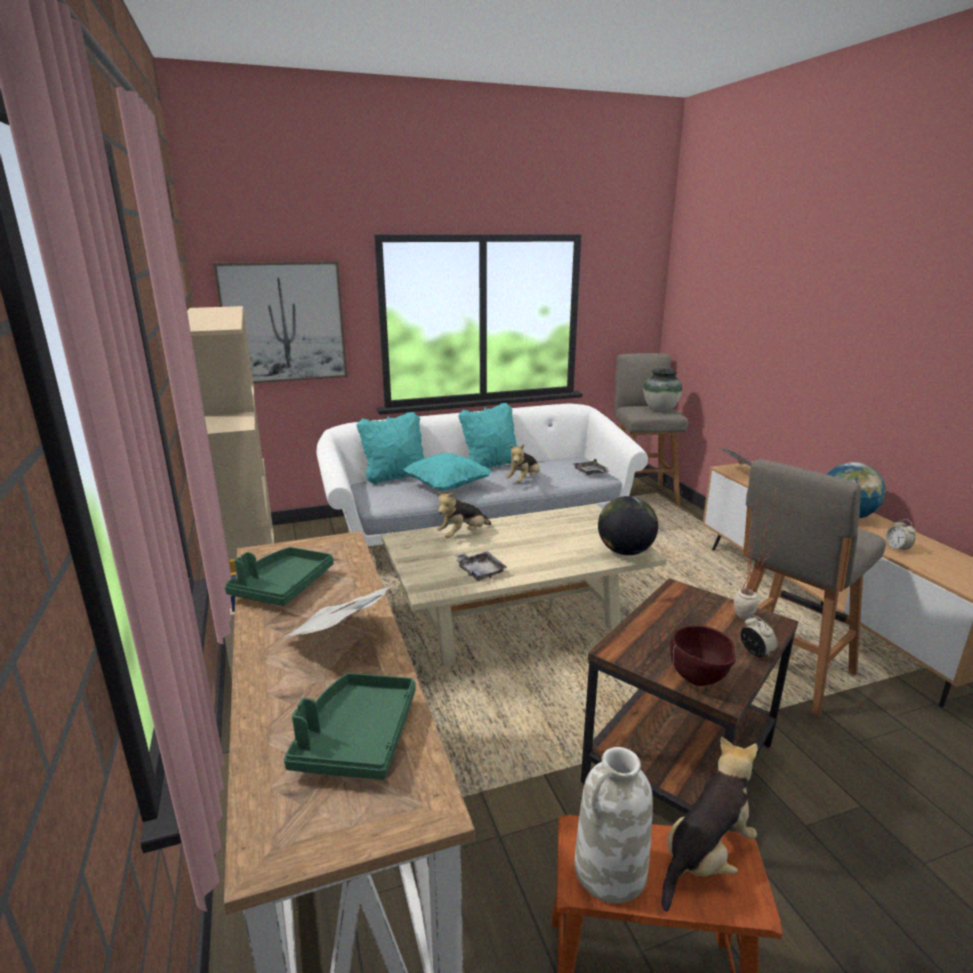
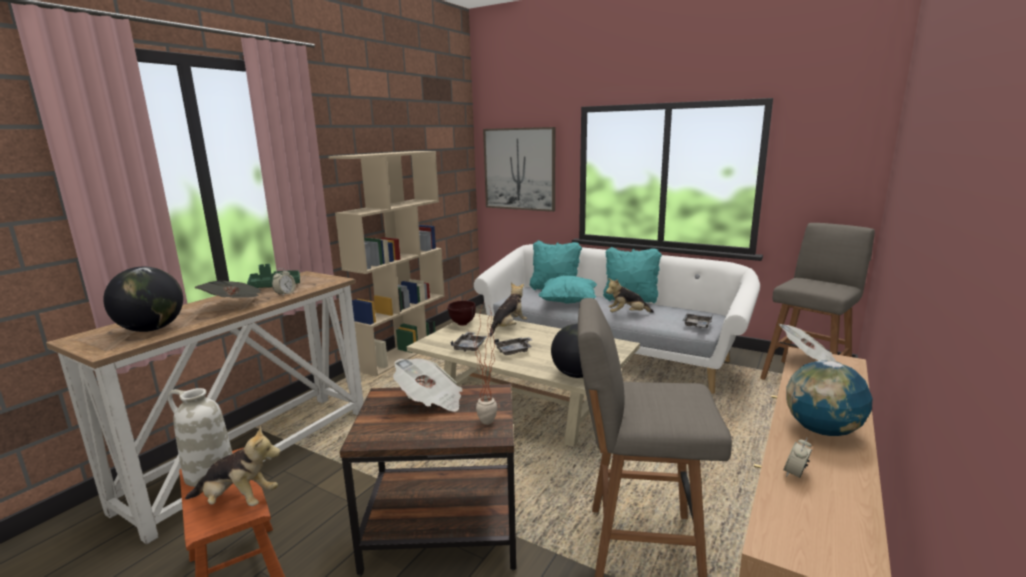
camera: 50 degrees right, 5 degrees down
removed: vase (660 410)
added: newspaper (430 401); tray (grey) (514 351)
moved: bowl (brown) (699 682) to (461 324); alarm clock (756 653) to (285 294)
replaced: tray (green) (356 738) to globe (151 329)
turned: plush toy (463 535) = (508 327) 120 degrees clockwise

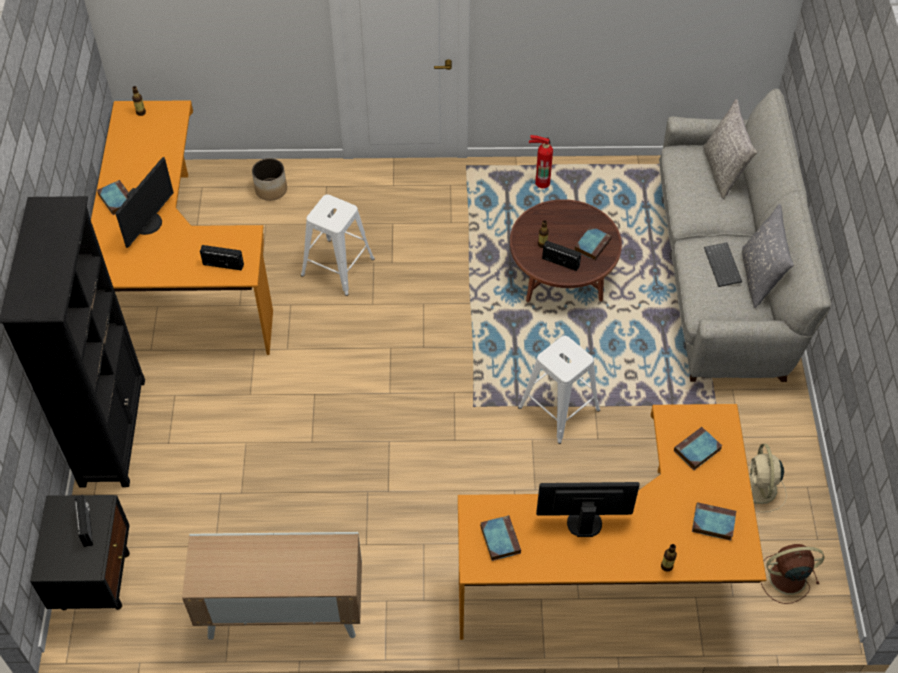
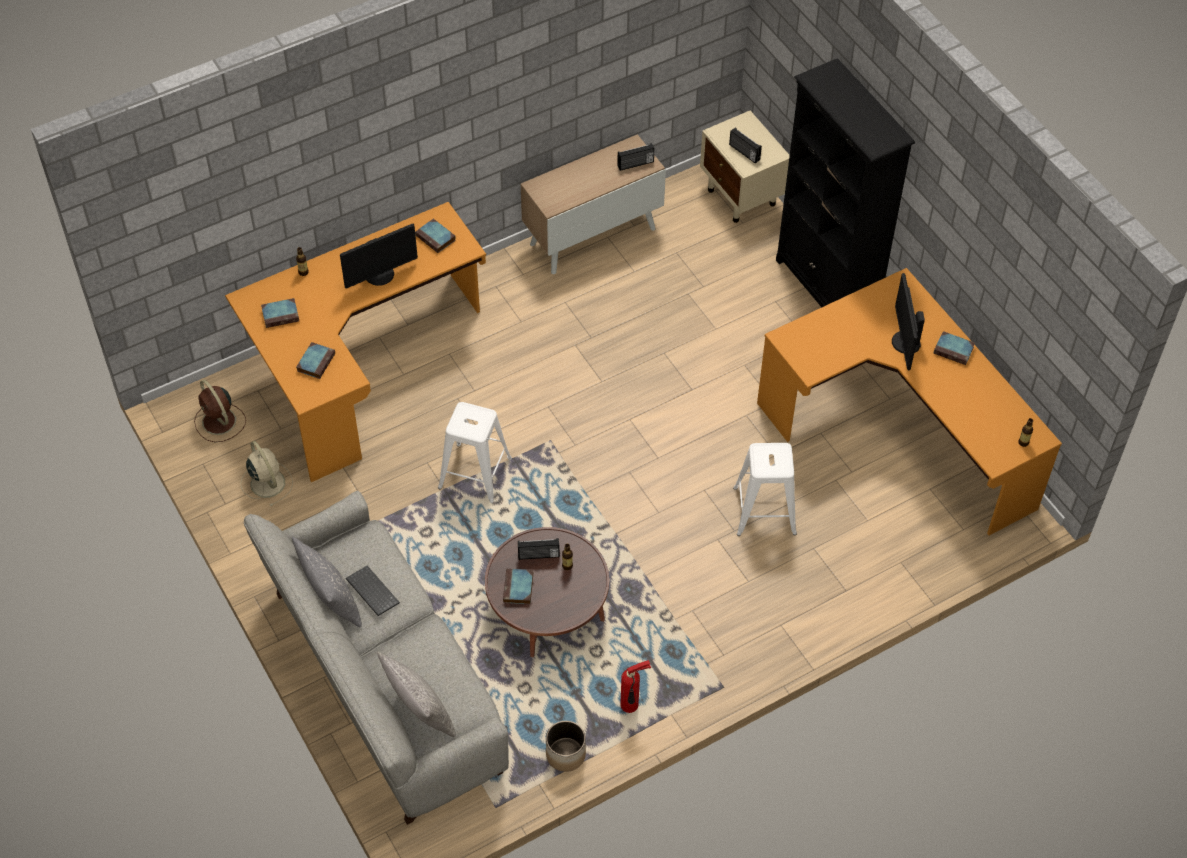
camera: 150 degrees right, 0 degrees up
moved: radio (223 264) to (635 164); planter (271 189) to (566 755)
recoloured: nightstand (black) (95 578) to nightstand (beige) (742 197)
turned: fan (brown) (785 577) = (220 422) 90 degrees clockwise

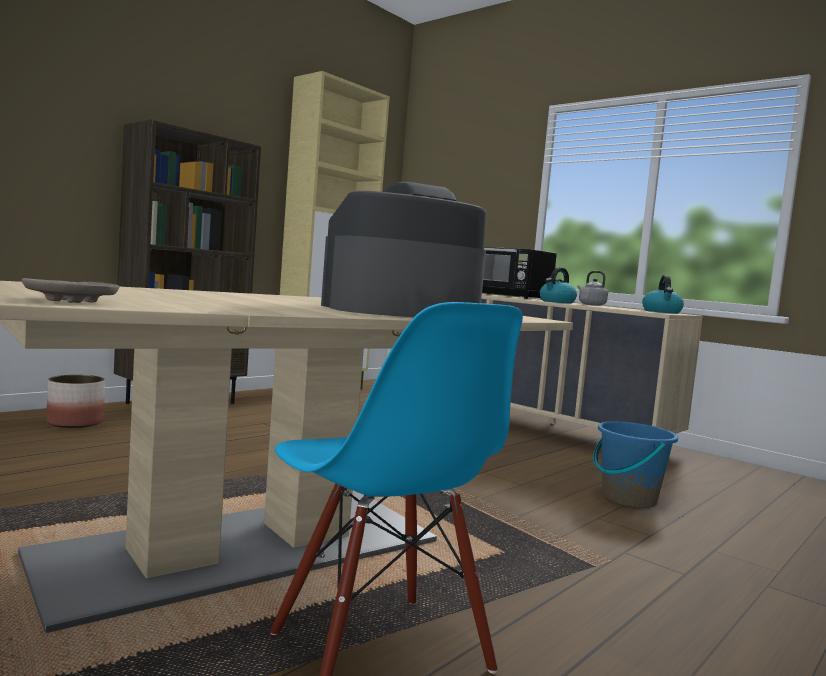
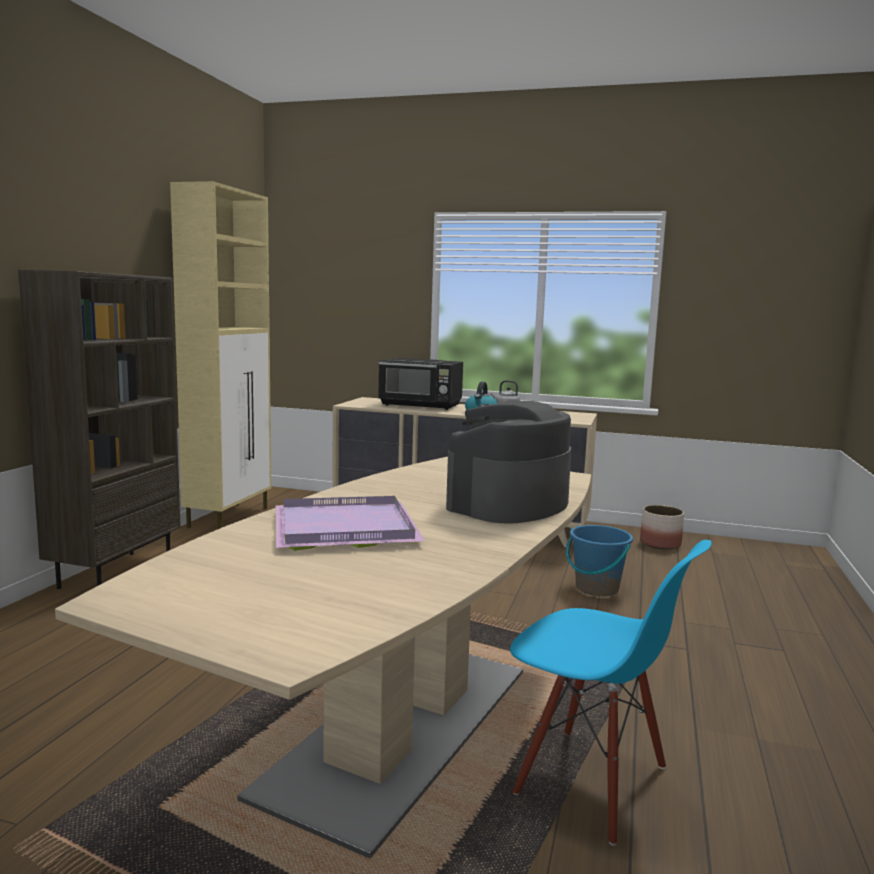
camera: 25 degrees left, 5 degrees up
removed: plate (beige) (71 301); kettle (662 312)
added: tray (purple) (347 527)
moved: planter (75 423) to (660 544)

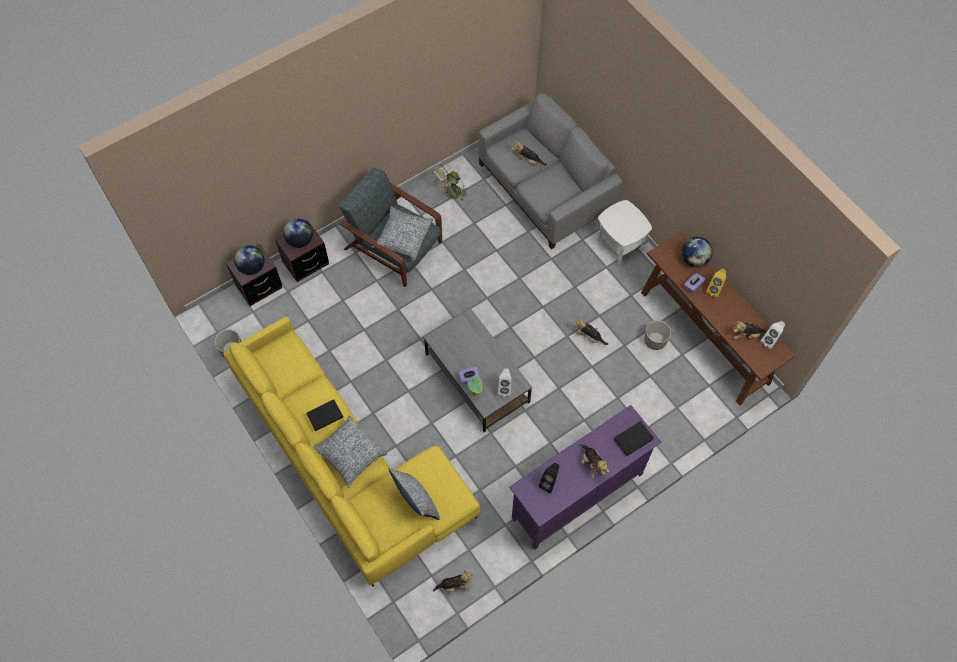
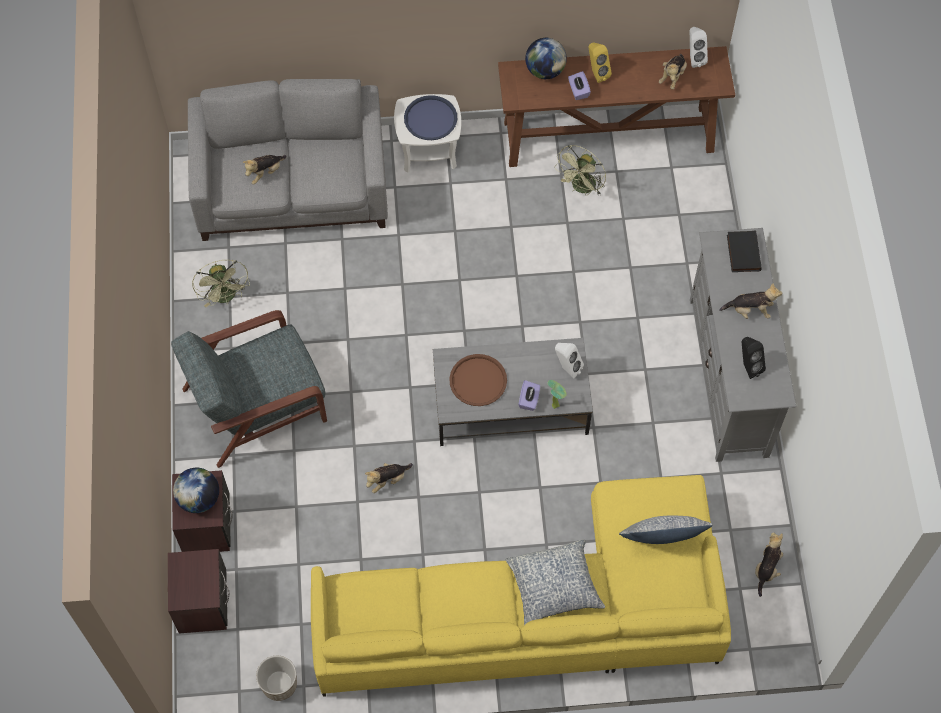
camera: 60 degrees left, 0 degrees up
removed: globe (252 267); book (black) (325 415); pillow (403 237)
added: tray (blue) (430 118); tray (brown) (478 380)
moved: plush toy (589 337) to (387 480)
replaced: planter (655 341) to fan (green) (581 188)
recoloured: tv stand (purple) (577 496) to tv stand (grey) (729 377)

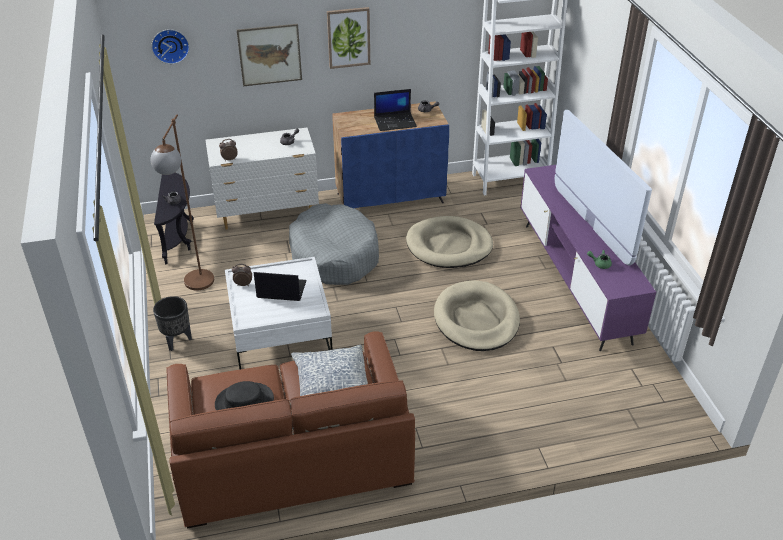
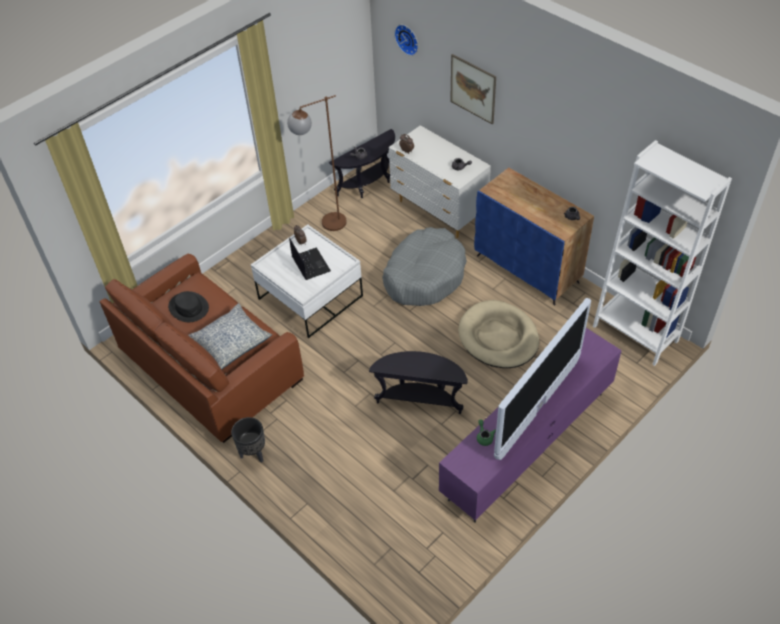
camera: 60 degrees right, 10 degrees up
removed: picture (348 37); laptop (395 122)
moved: planter (black) (177 341) to (253 454)
replaced: dog bed (beige) (476 319) to side table (black) (420 399)

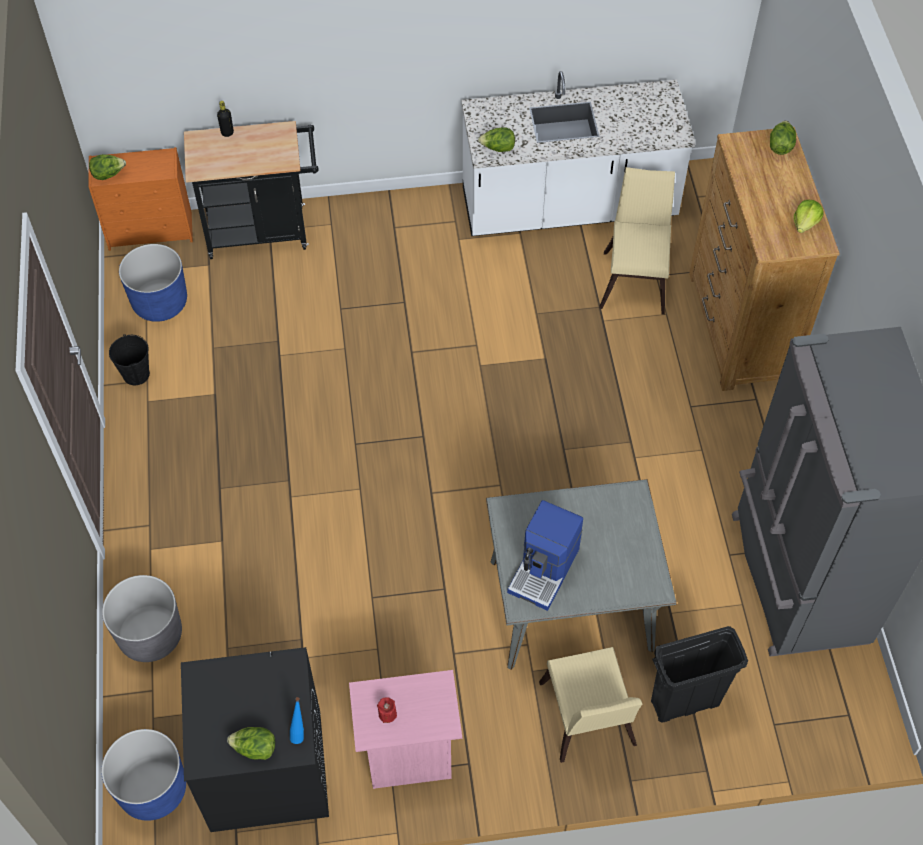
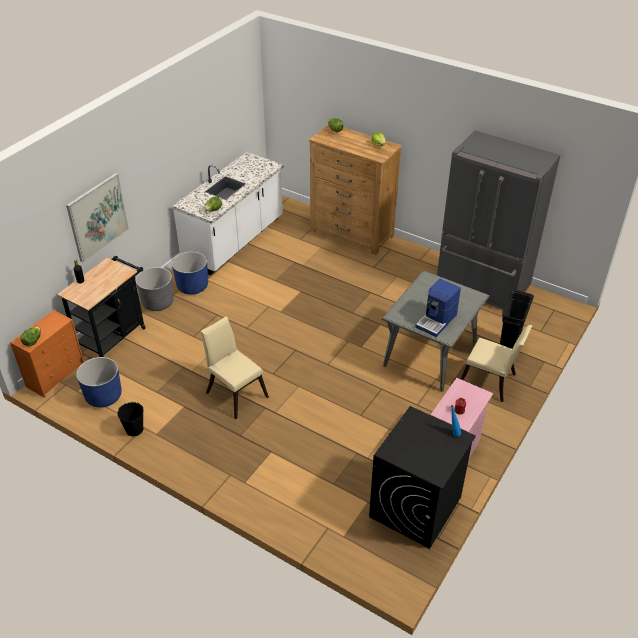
camera: 50 degrees left, 15 degrees down
removed: lettuce (255 748)
added: picture (97 217)
moved: planter (blue) (153 789) to (192 286); planter (grey) (150 635) to (158 302); chair (beige) (635 278) to (235 392)
turned: coffee machine (545 570) = (437 321) 60 degrees clockwise

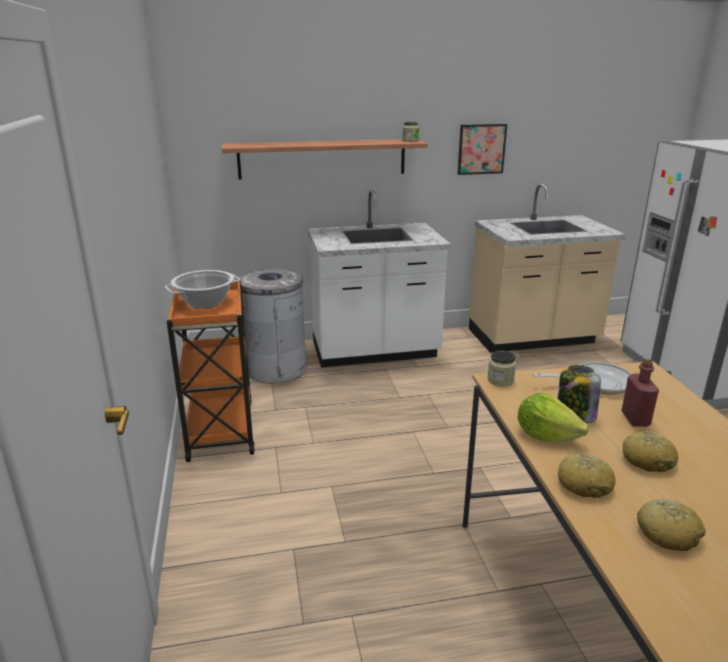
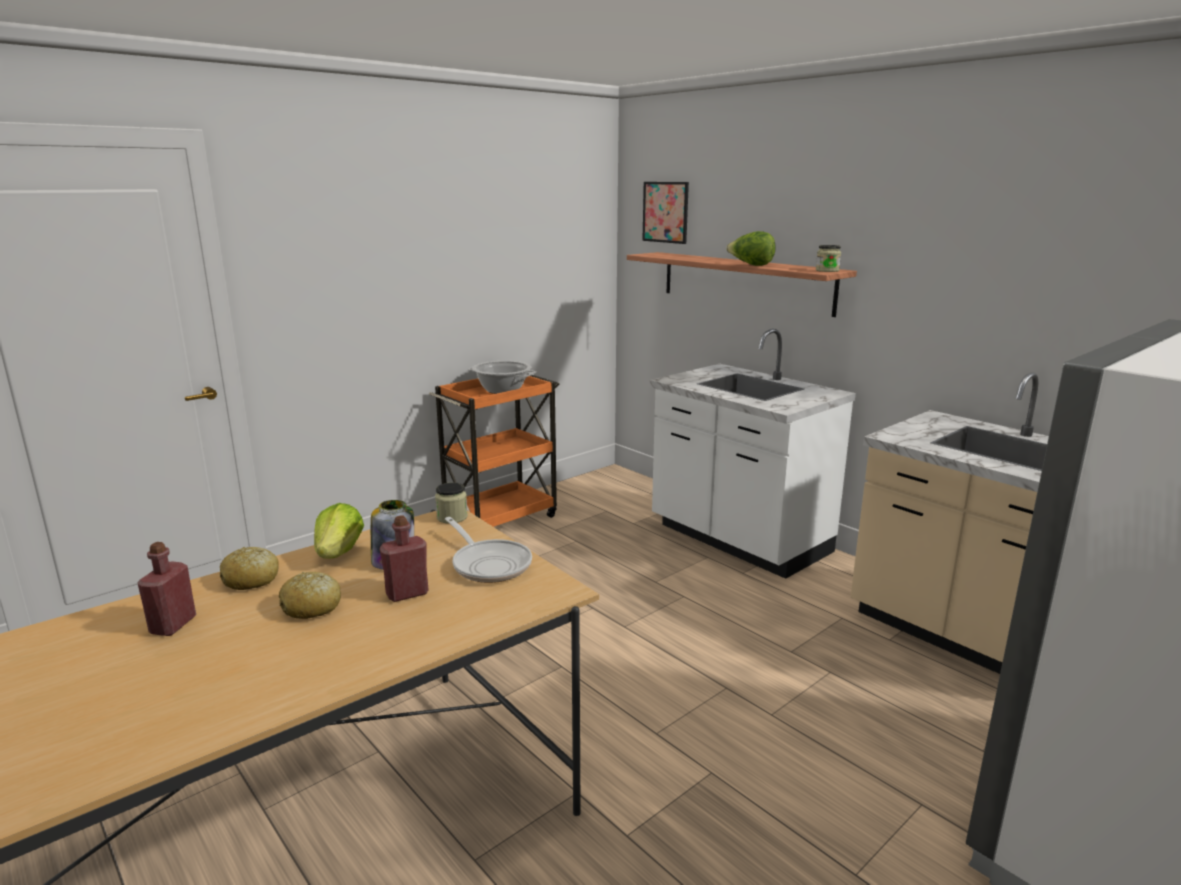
camera: 60 degrees right, 5 degrees down
removed: trash can (grey) (276 369)
added: lettuce (751 265)
moved: picture (481 149) to (665 212)
replaced: bread (667 534) to bottle (red) (173 625)

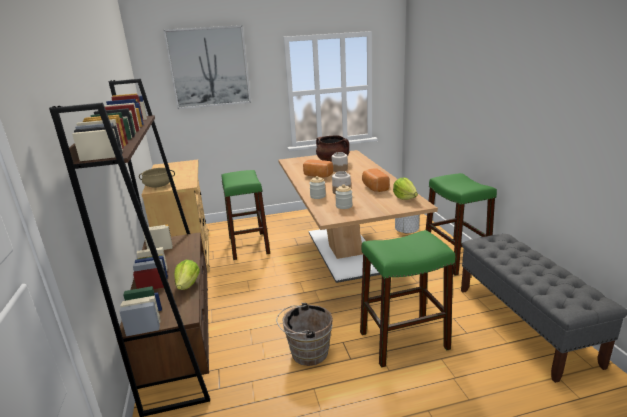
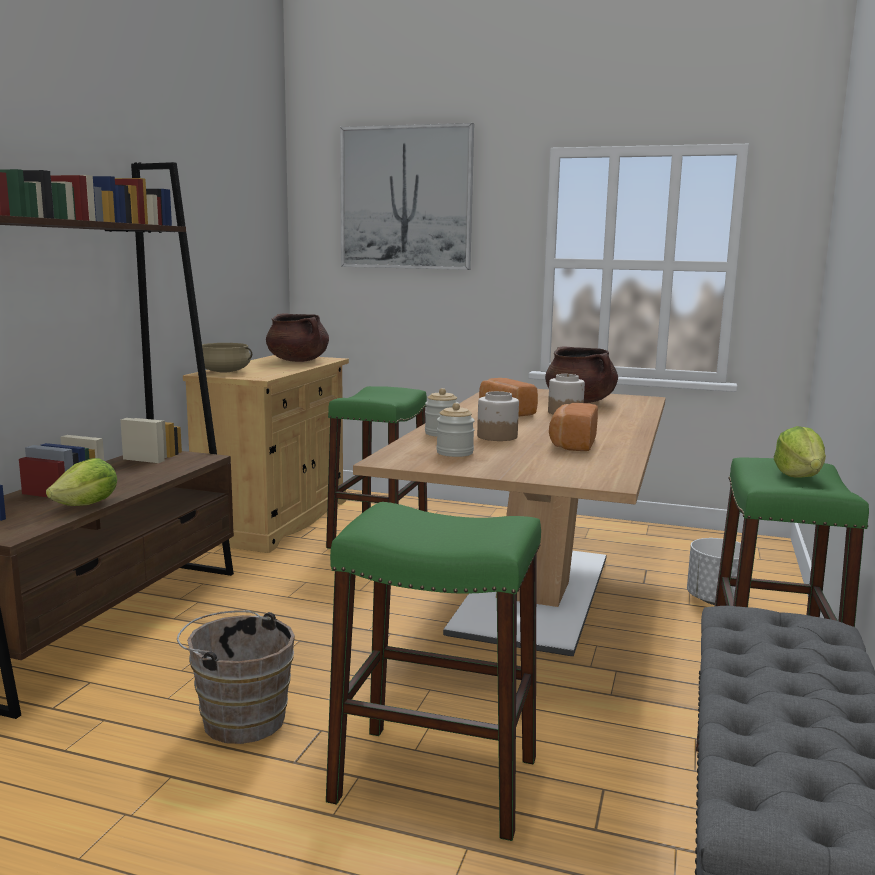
camera: 30 degrees right, 10 degrees down
added: cooking pot (brown) (298 361)
moved: lettuce (404 198) to (799 476)

